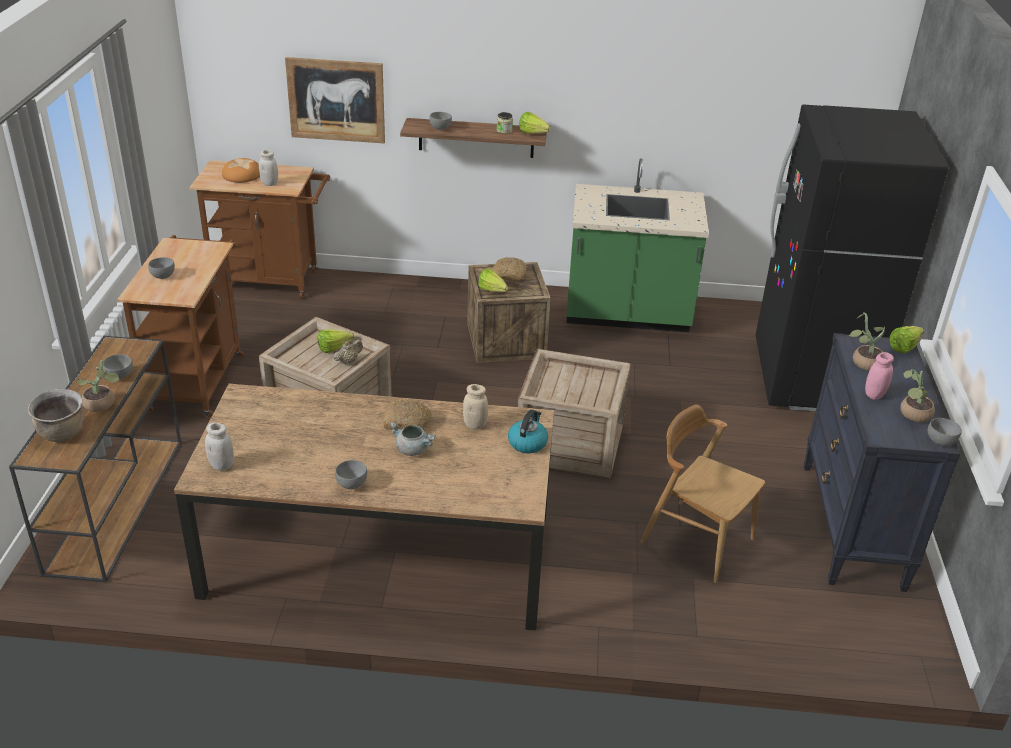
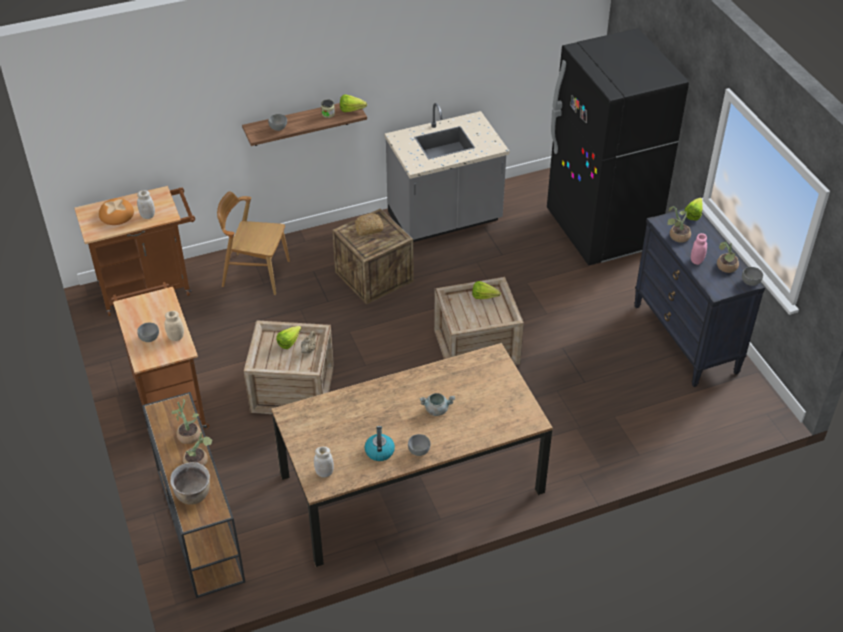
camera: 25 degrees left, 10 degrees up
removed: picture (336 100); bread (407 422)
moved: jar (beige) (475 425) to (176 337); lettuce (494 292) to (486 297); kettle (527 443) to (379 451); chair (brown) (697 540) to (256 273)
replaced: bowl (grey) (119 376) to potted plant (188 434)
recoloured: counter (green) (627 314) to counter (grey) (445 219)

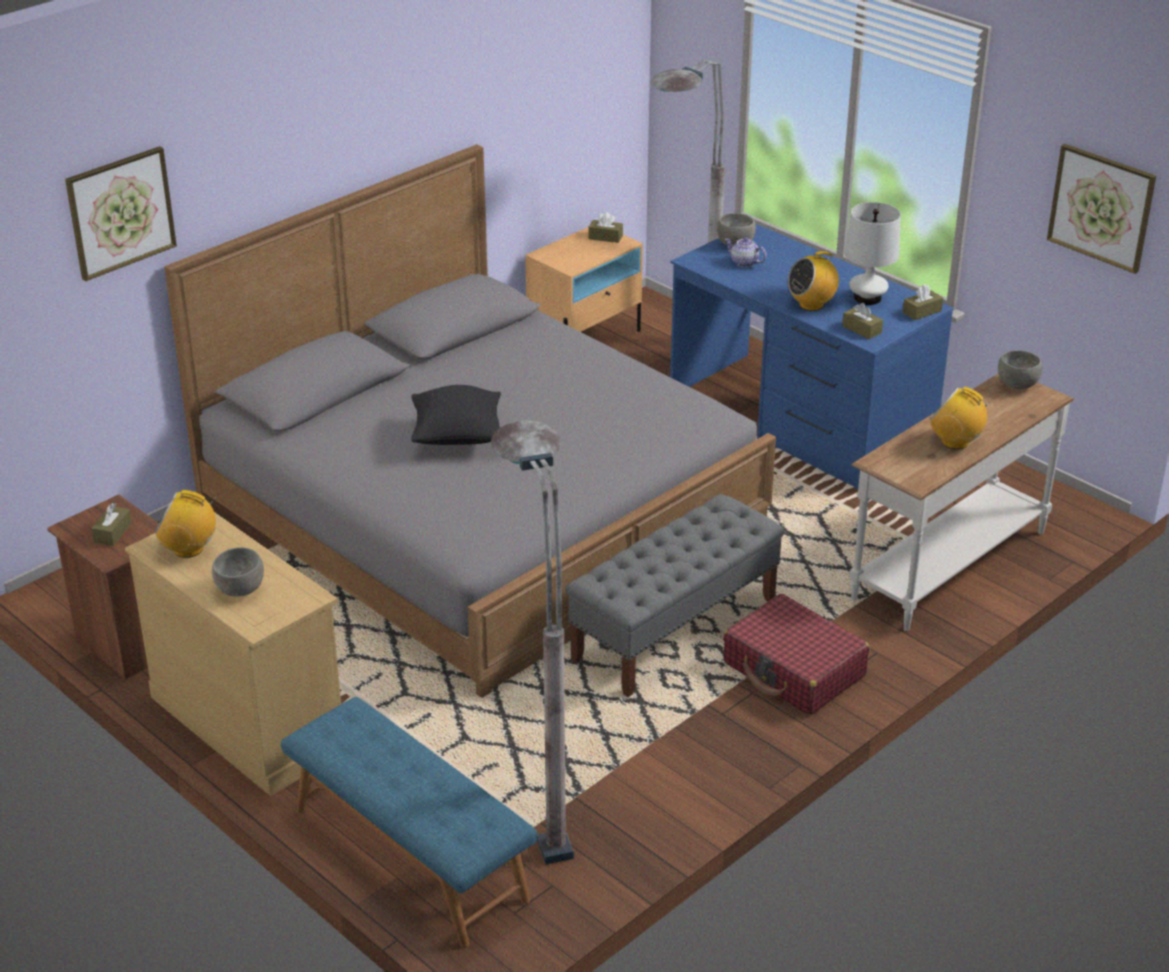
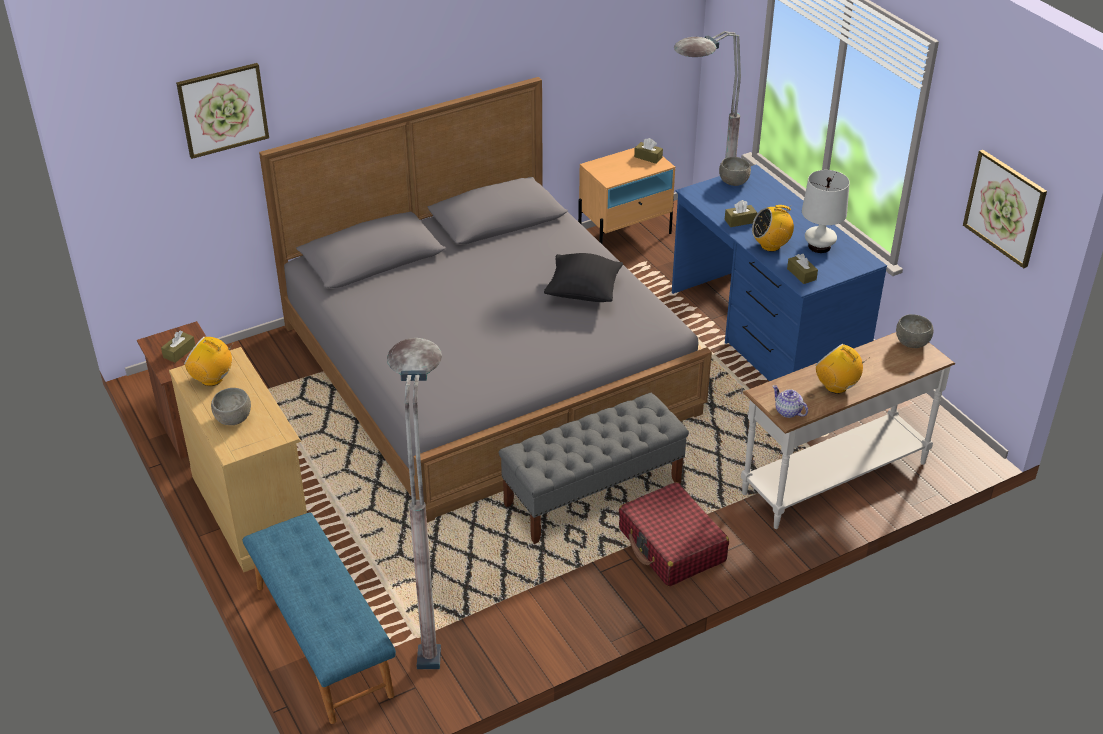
camera: 15 degrees right, 5 degrees up
moved: pillow (black) (457 437) to (583 293); teapot (744 263) to (787 411); tissue box (brown) (922 312) to (740 221)

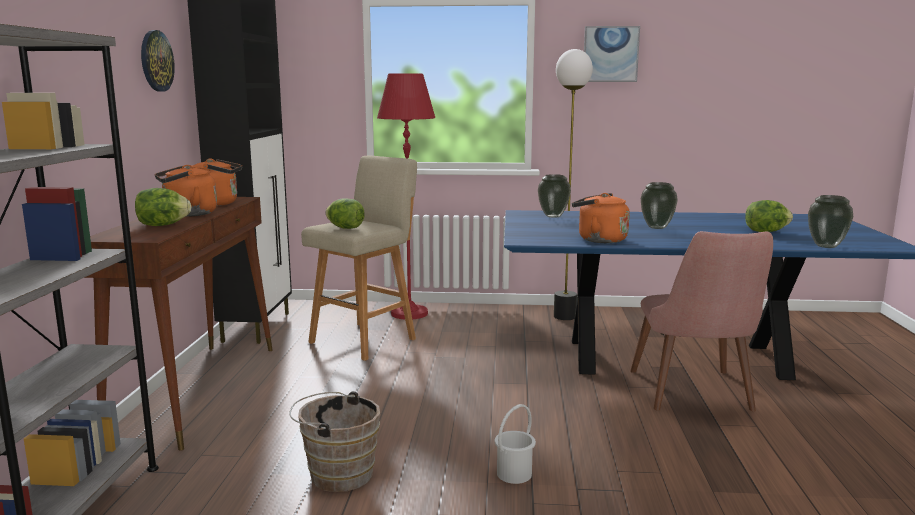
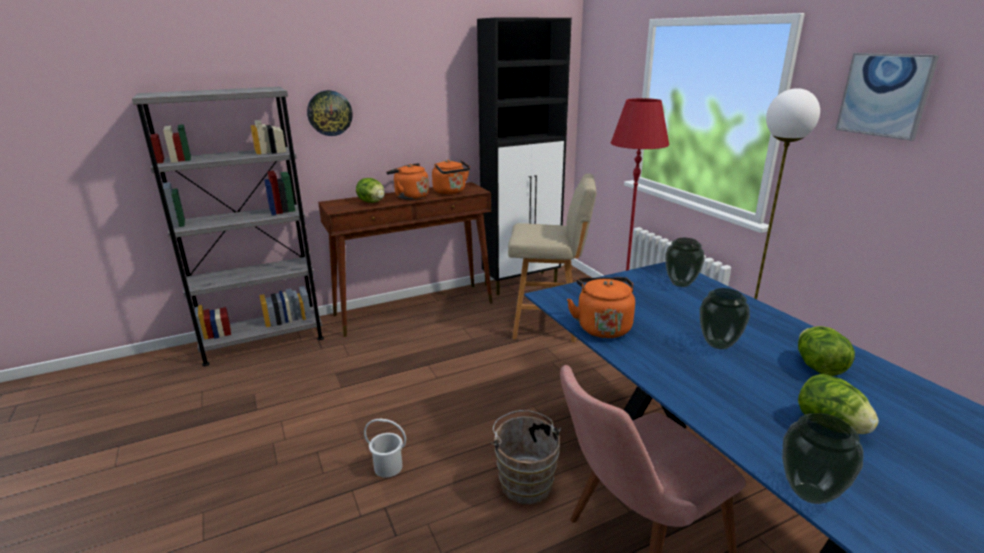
camera: 60 degrees right, 10 degrees up
moved: wall clock (156 61) to (329 113); bucket (brown) (337 474) to (525 481); lettuce (345 228) to (818 367)

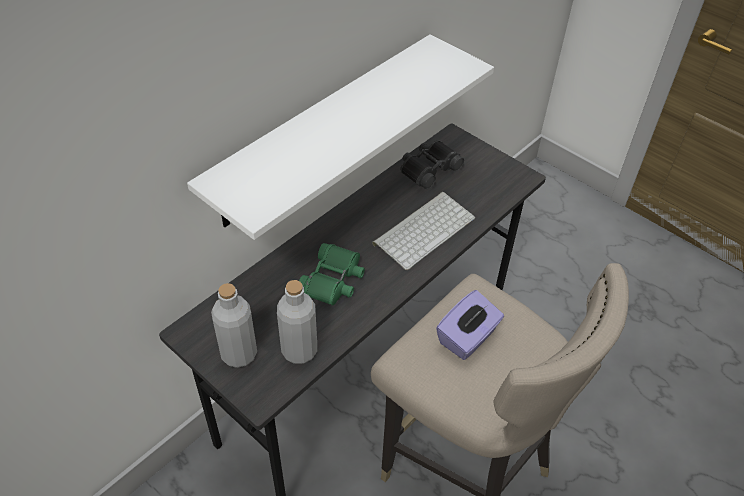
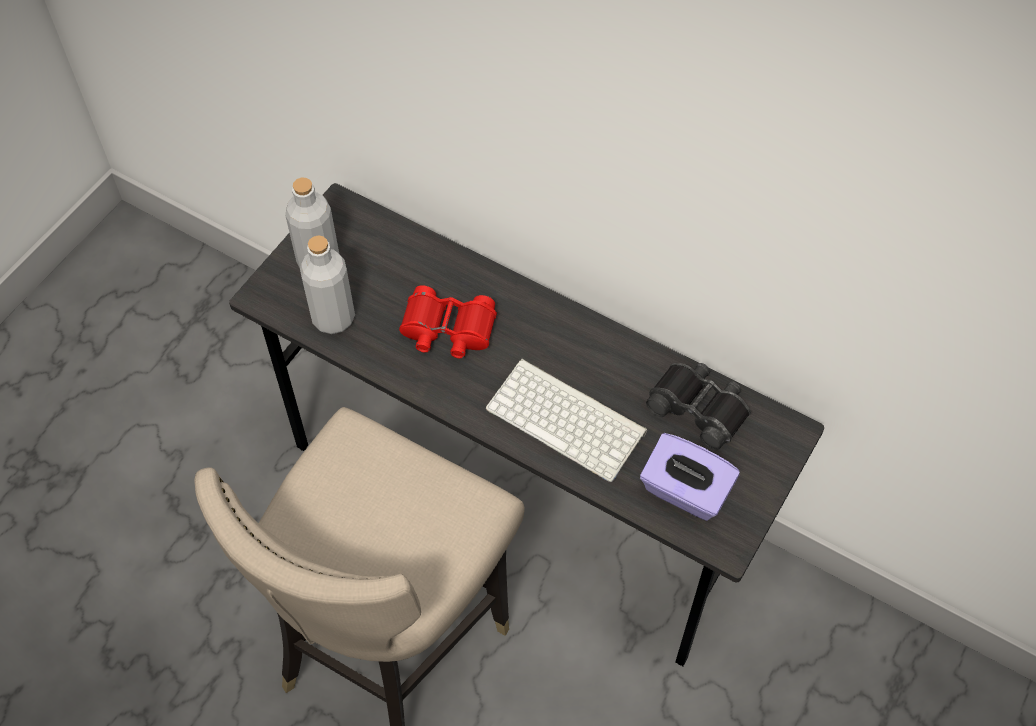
camera: 80 degrees right, 10 degrees up
removed: shelf (white) (323 130)
moved: tissue box (purple) (467 338) to (685 491)
recoloured: binoculars (green) (333 280) to binoculars (red) (448 330)

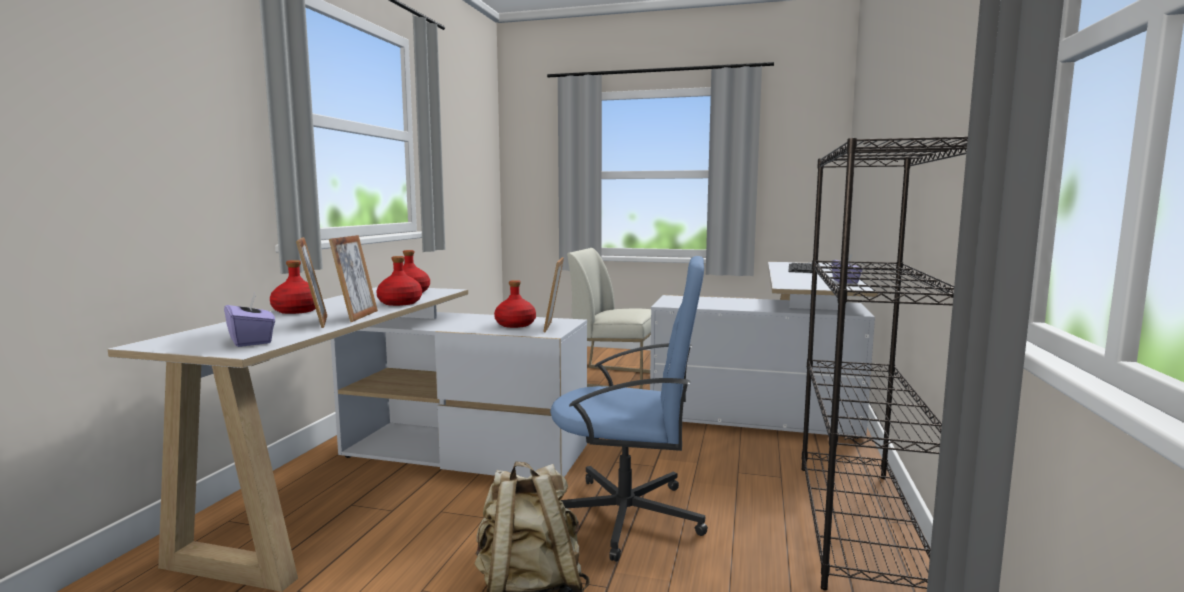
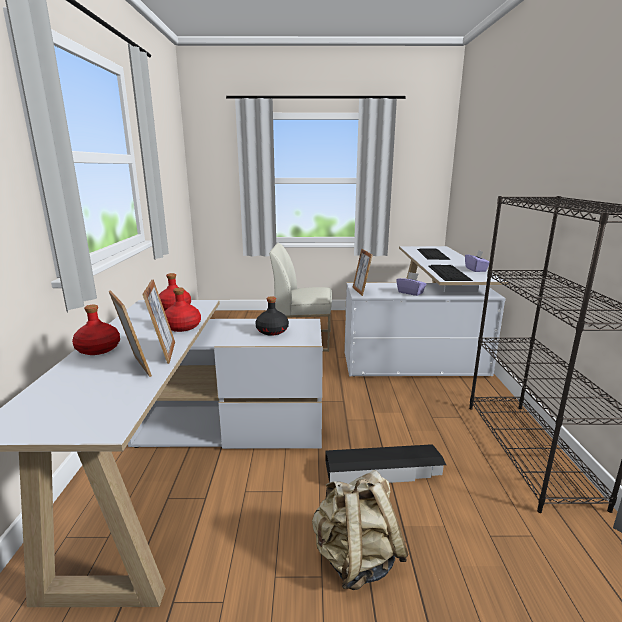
camera: 15 degrees left, 10 degrees up
added: keyboard (449 273)
moved: tissue box (purple) (251 341) to (410 292); picture frame (554 327) to (361 291)
replaced: office chair (blue) (627 516) to storage box (black) (383 471)
recoloured: bottle (red) (515 325) to bottle (black) (272 331)

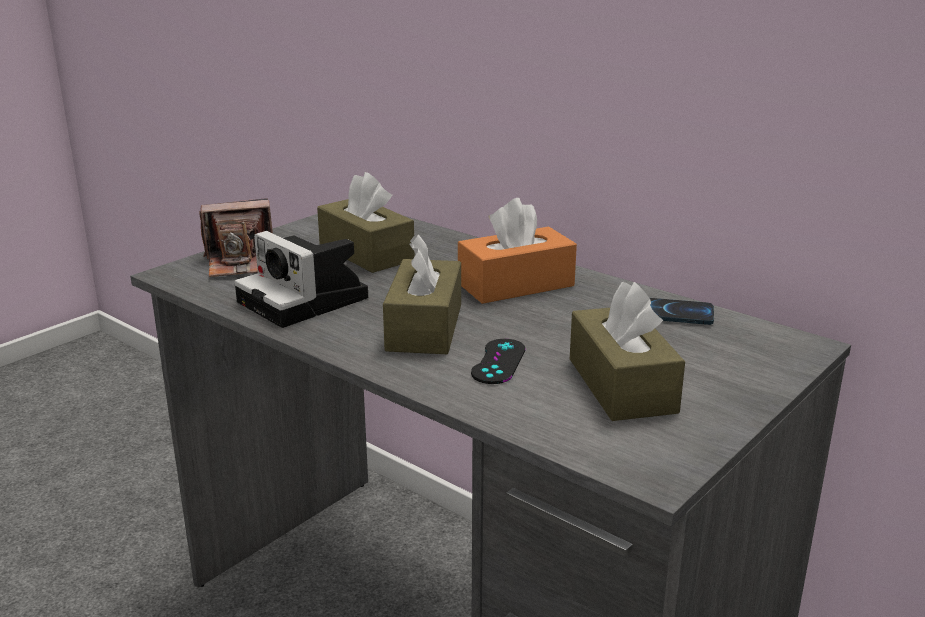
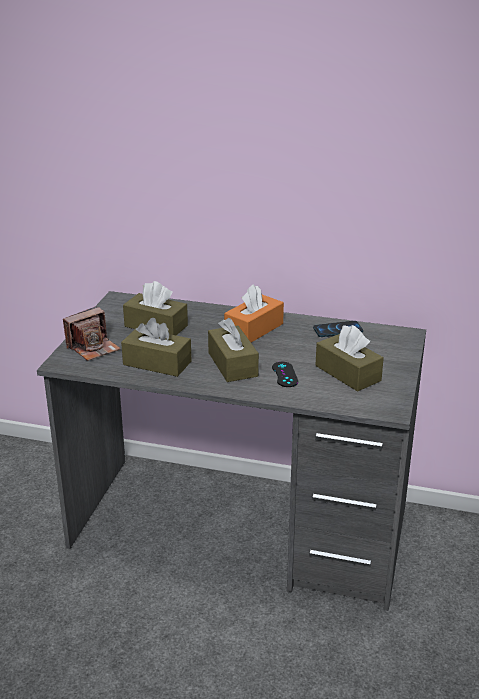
camera: 25 degrees left, 5 degrees up
replaced: photo camera (307 301) to tissue box (brown) (157 363)

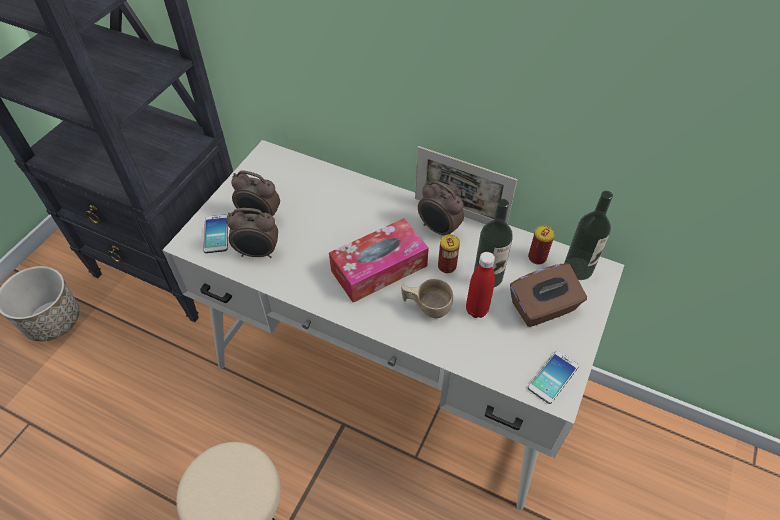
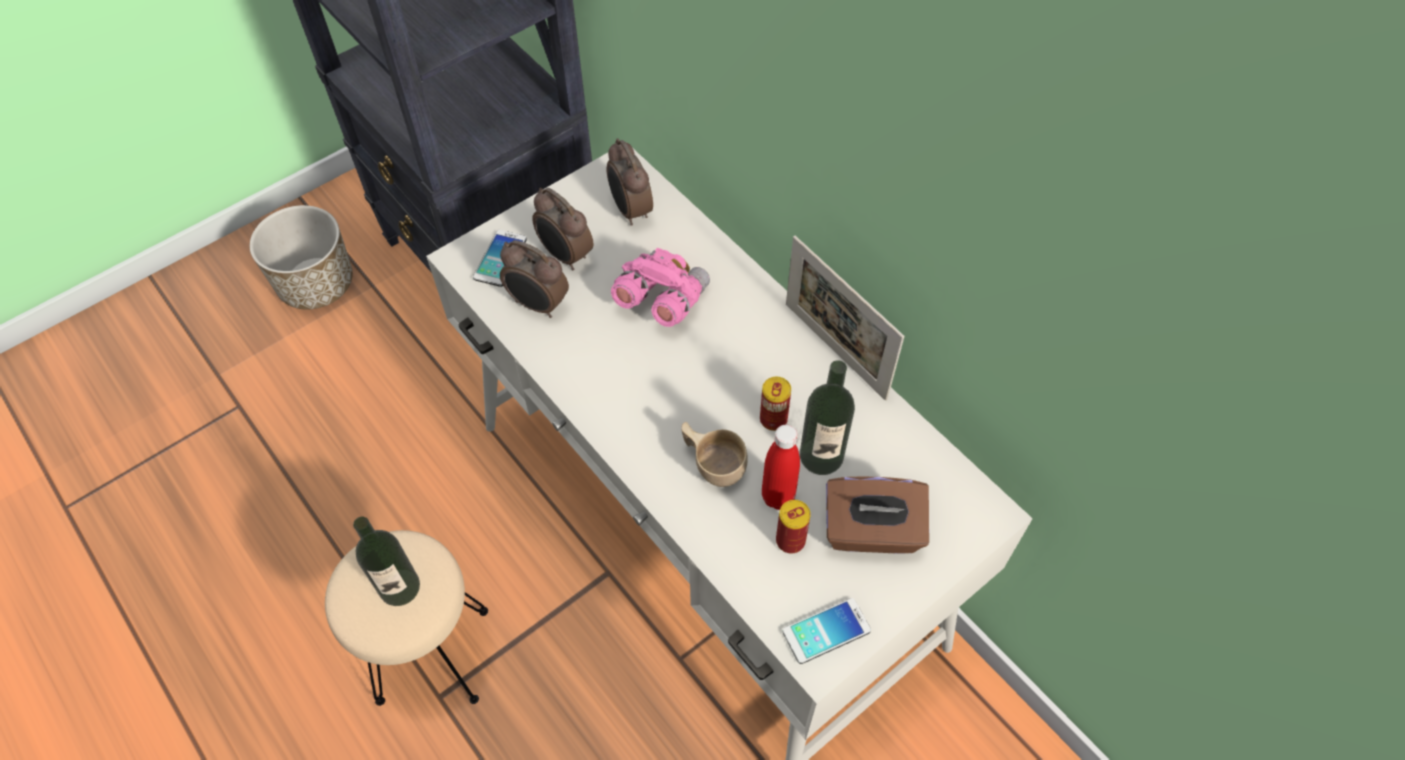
camera: 25 degrees right, 5 degrees up
removed: tissue box (379 268)
added: binoculars (pink) (661 300)
moved: alarm clock (438 230) to (630 210); can (537 257) to (790 540); bottle (578 268) to (399 587)

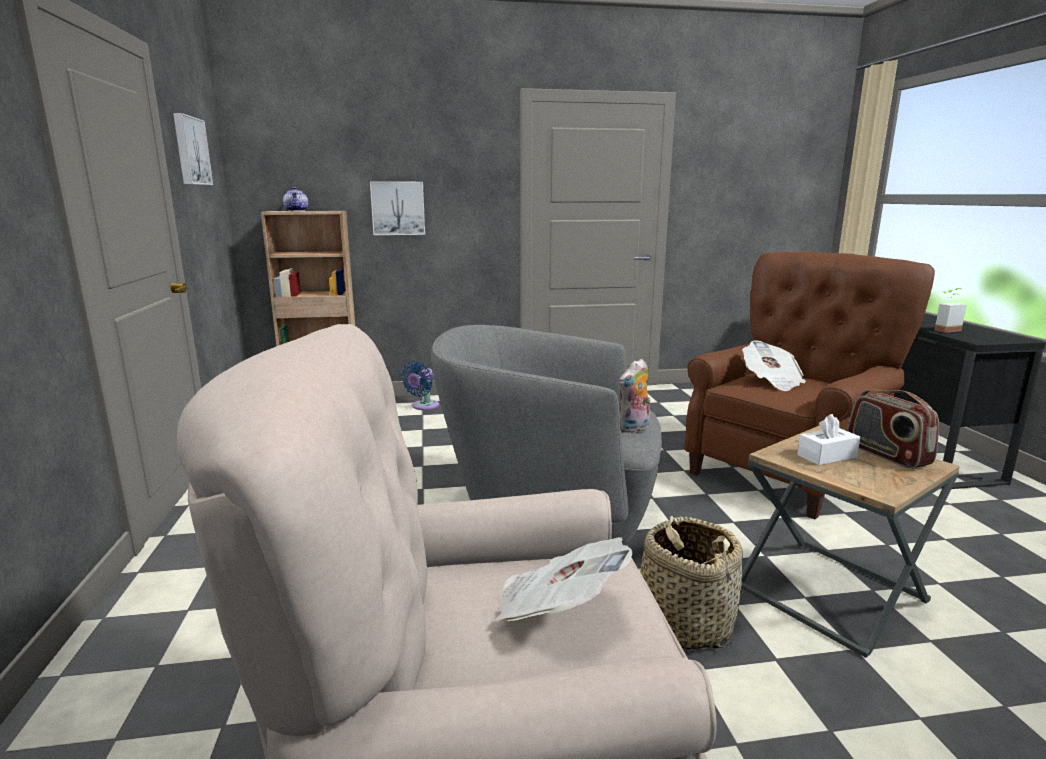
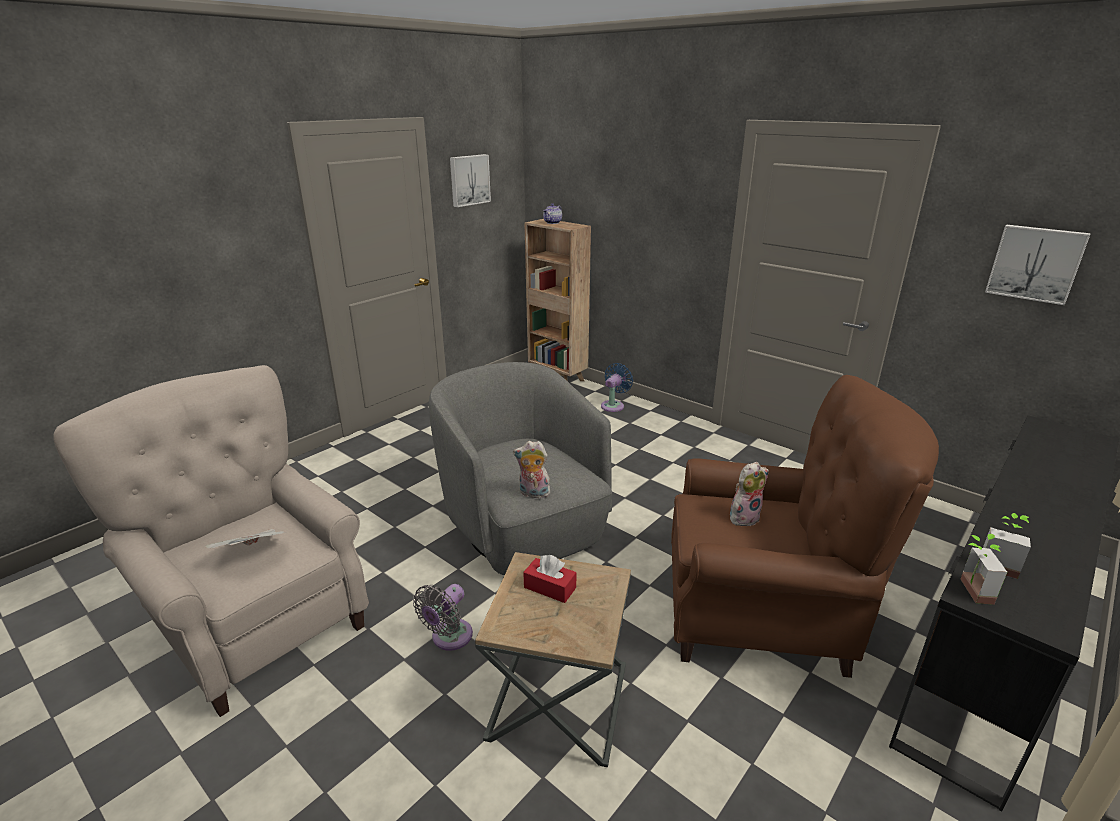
camera: 50 degrees right, 10 degrees up
removed: radio (886 455)
added: potted plant (969 591)
moved: picture (398 208) to (1035 263)
replaced: basket (683 623) to fan (grey) (449 638); newspaper (771 382) to plush toy (744 517)
recoloured: tissue box (white) (827 456) to tissue box (red) (550 587)
turned: fan (blue) (423 406) = (614 405) 135 degrees clockwise

